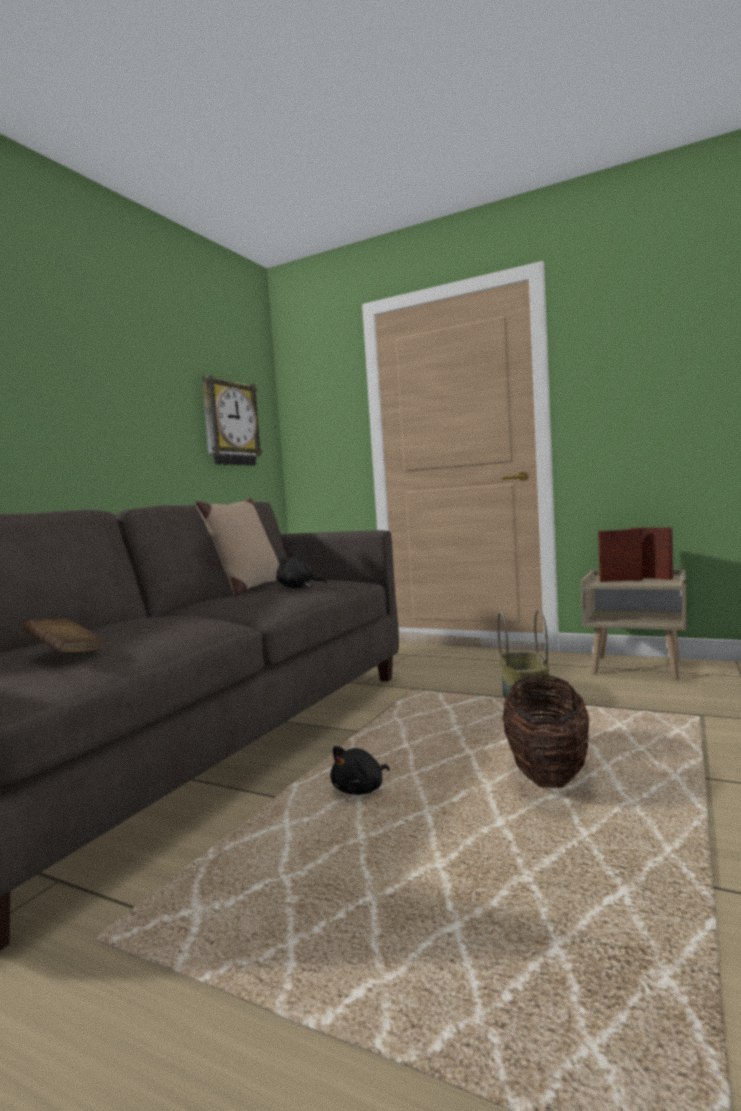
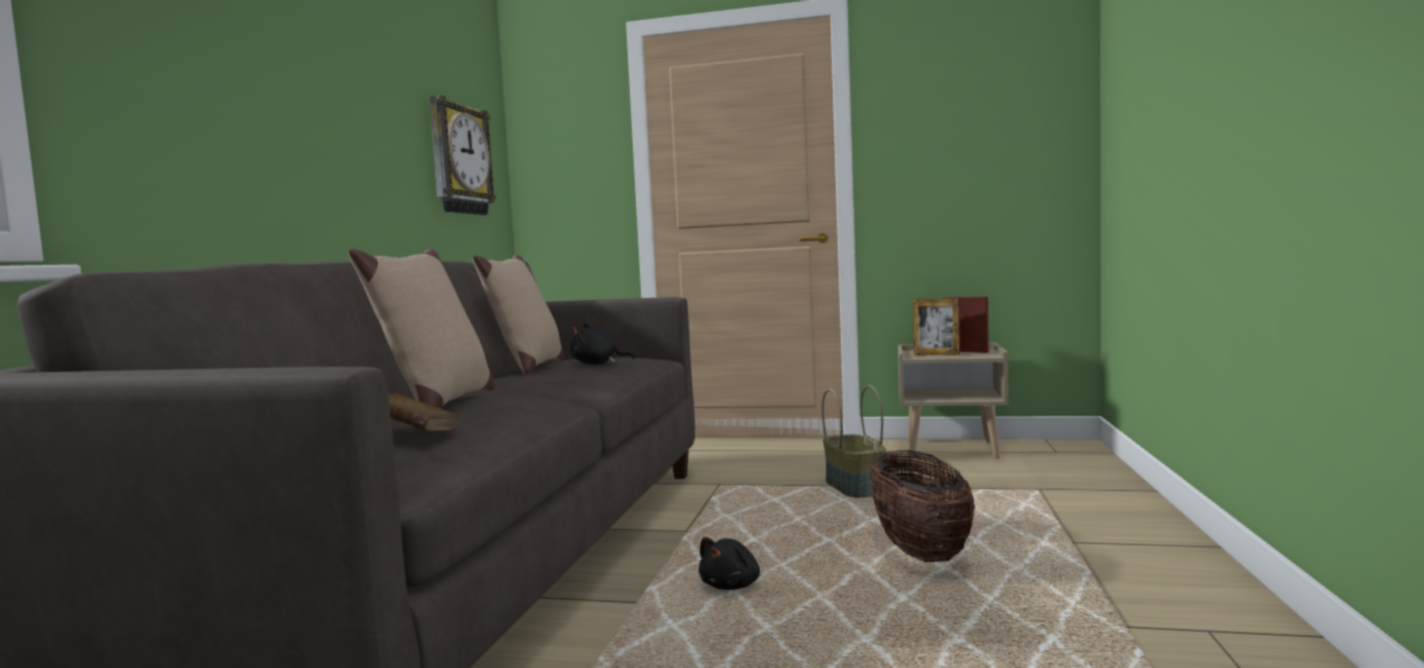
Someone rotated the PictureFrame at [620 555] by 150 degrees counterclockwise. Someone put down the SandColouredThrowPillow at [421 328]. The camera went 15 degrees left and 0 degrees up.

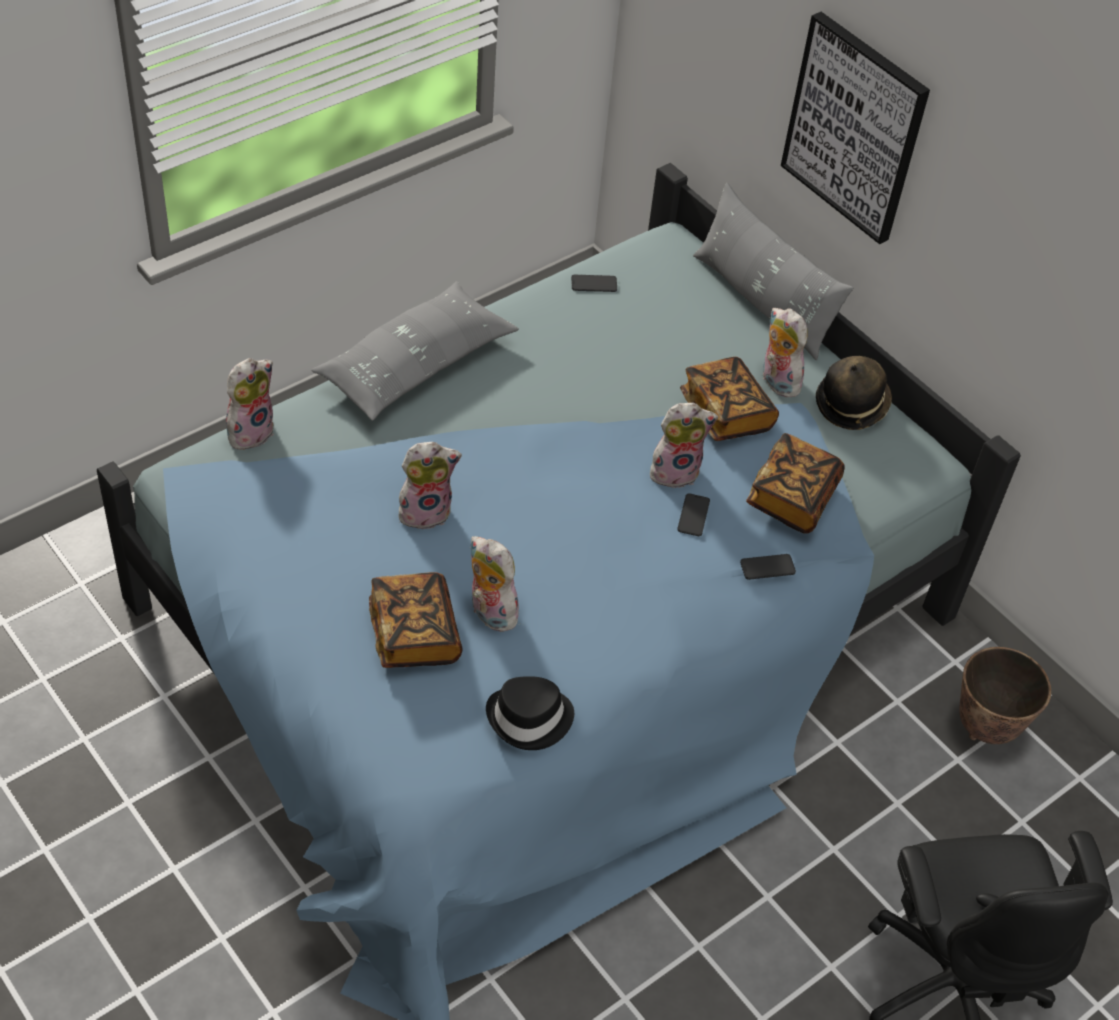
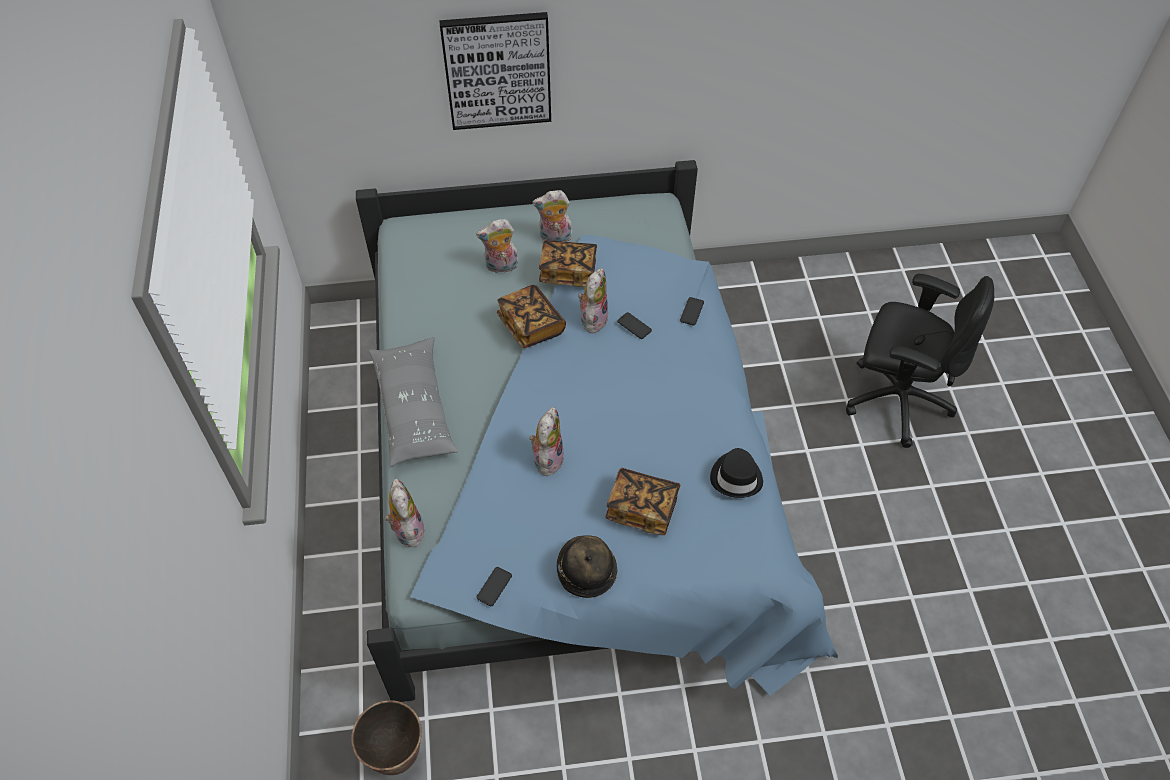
Someone carried the CuddlyToy from [494 584] to [497 246]. Someone carried the Handset from [594 283] to [494 586]. Someone took away the GreyishThrowPillow at [773 271]. Someone carried the BoundBook from [795 483] to [531 316]. Someone carried the ClothingHat from [854 393] to [587 566]. Someone carried the Planter from [1005 695] to [386 737]. The camera went 55 degrees left and 5 degrees up.

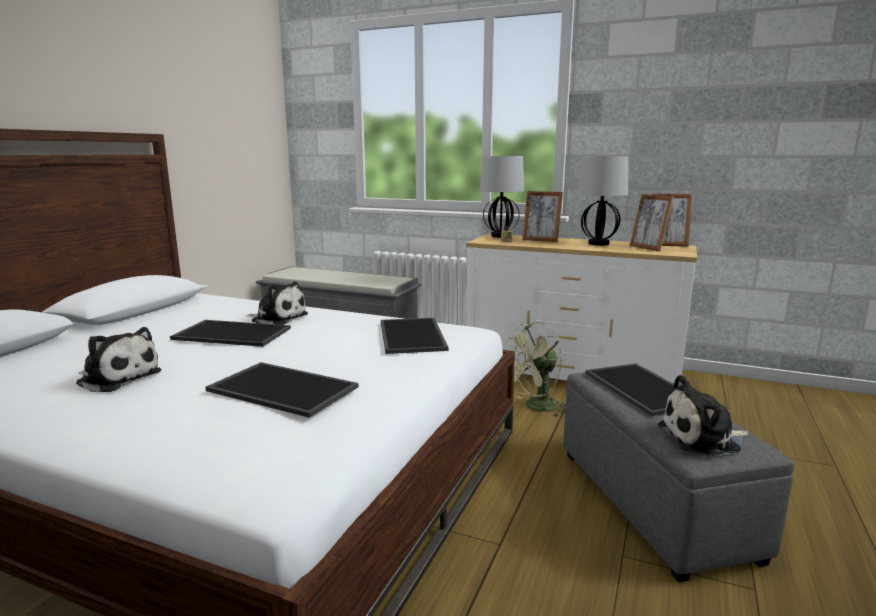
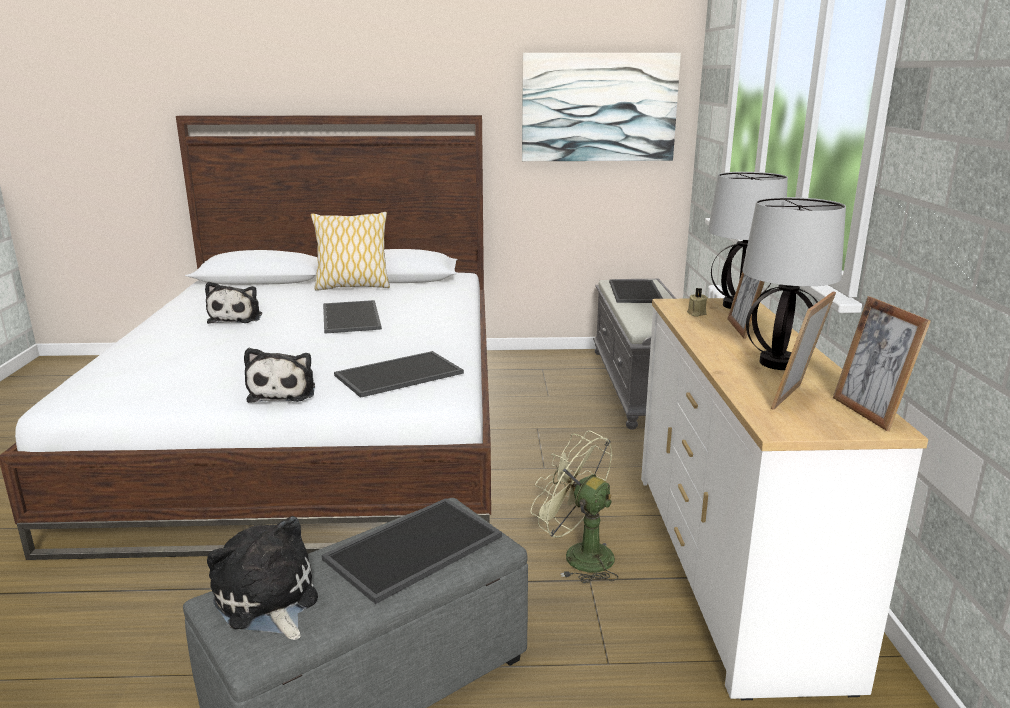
Someone carried the CarryingTray from [282 390] to [636 291]. Someone carried the CuddlyToy from [277 303] to [279 375]. Someone put down the ThrowPillow at [350 251]. Someone put up the WallArt at [601 107]. The camera went 65 degrees right and 5 degrees up.

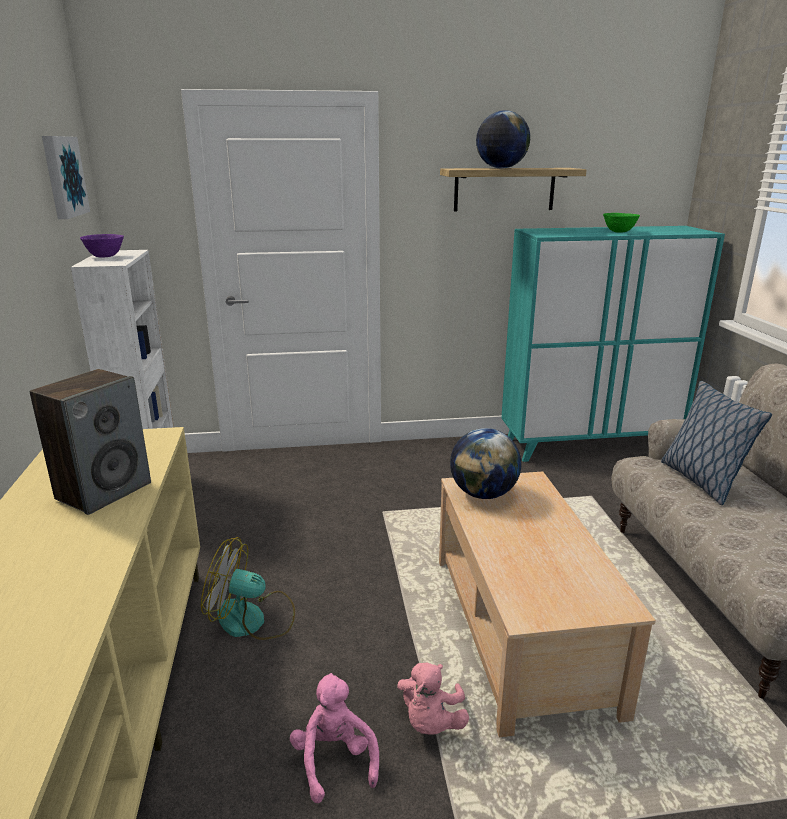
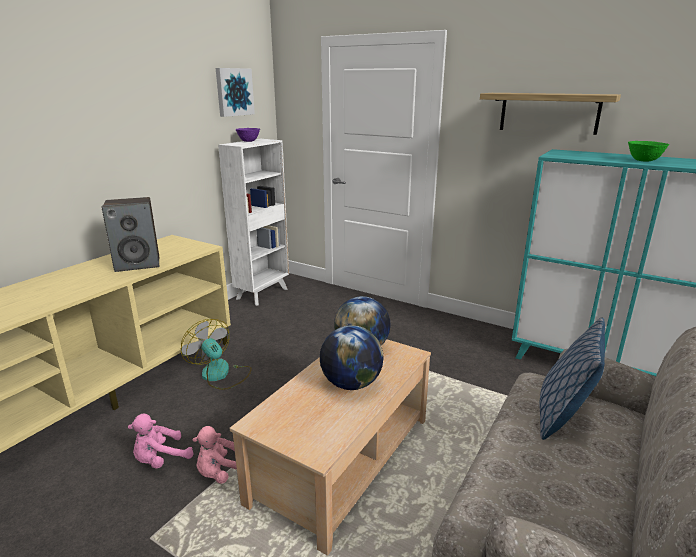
Someone rotated the PinkColouredCuddlyToy at [334 738] by 150 degrees counterclockwise. Someone carried the WorldGlobe from [503 139] to [352 357]. The camera went 40 degrees right and 0 degrees up.

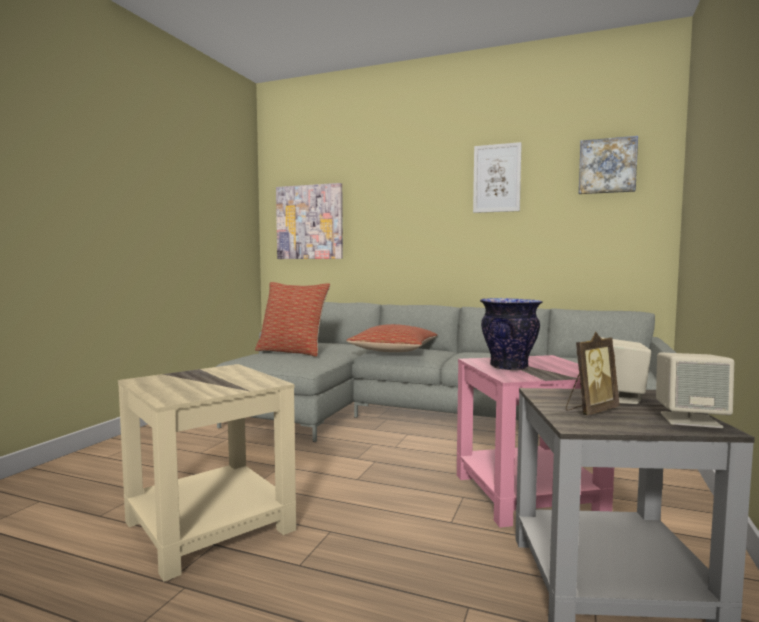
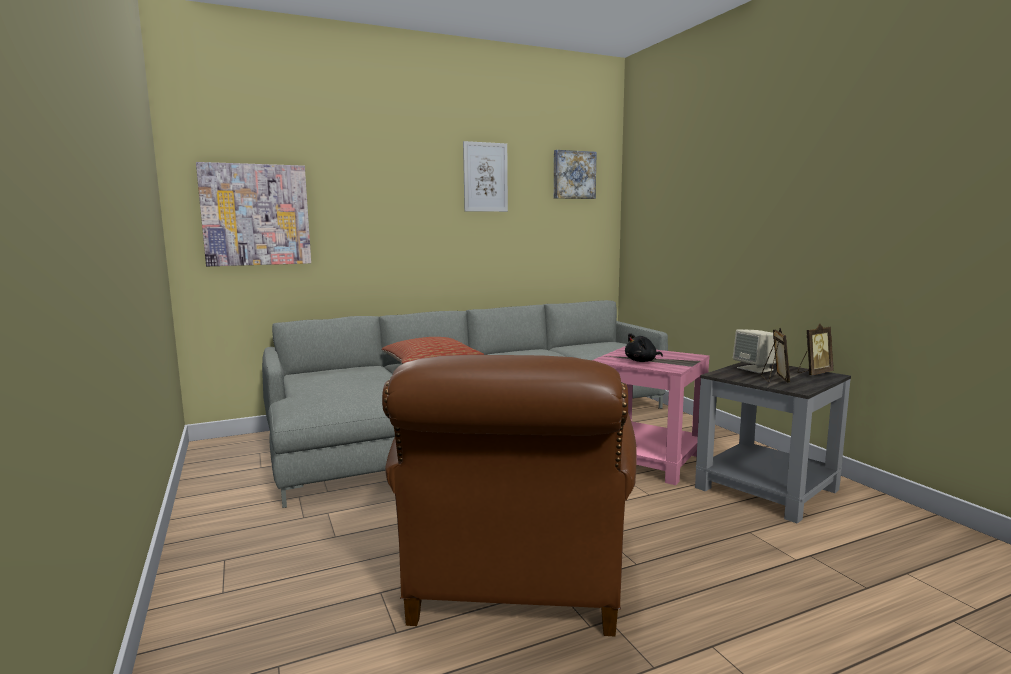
Someone swapped the SandColouredSideTable at [207 473] for the BrownEasyChair at [509 495]. Someone took away the ThrowPillow at [292 319]. Someone swapped the DecorativeVase at [511 334] for the BlackColouredCuddlyToy at [644 347]. Someone swapped the SandColouredLoudspeaker at [695 390] for the PictureFrame at [815 349]. The camera went 45 degrees left and 5 degrees up.

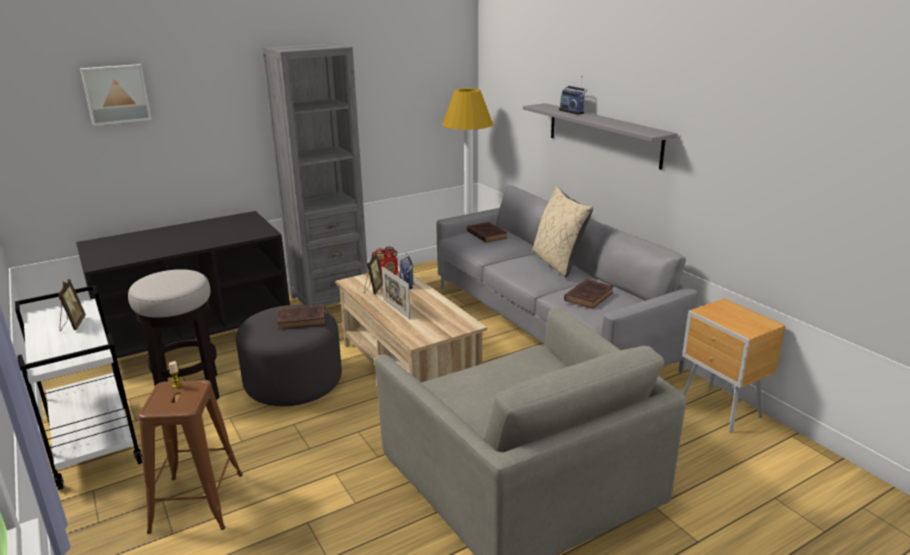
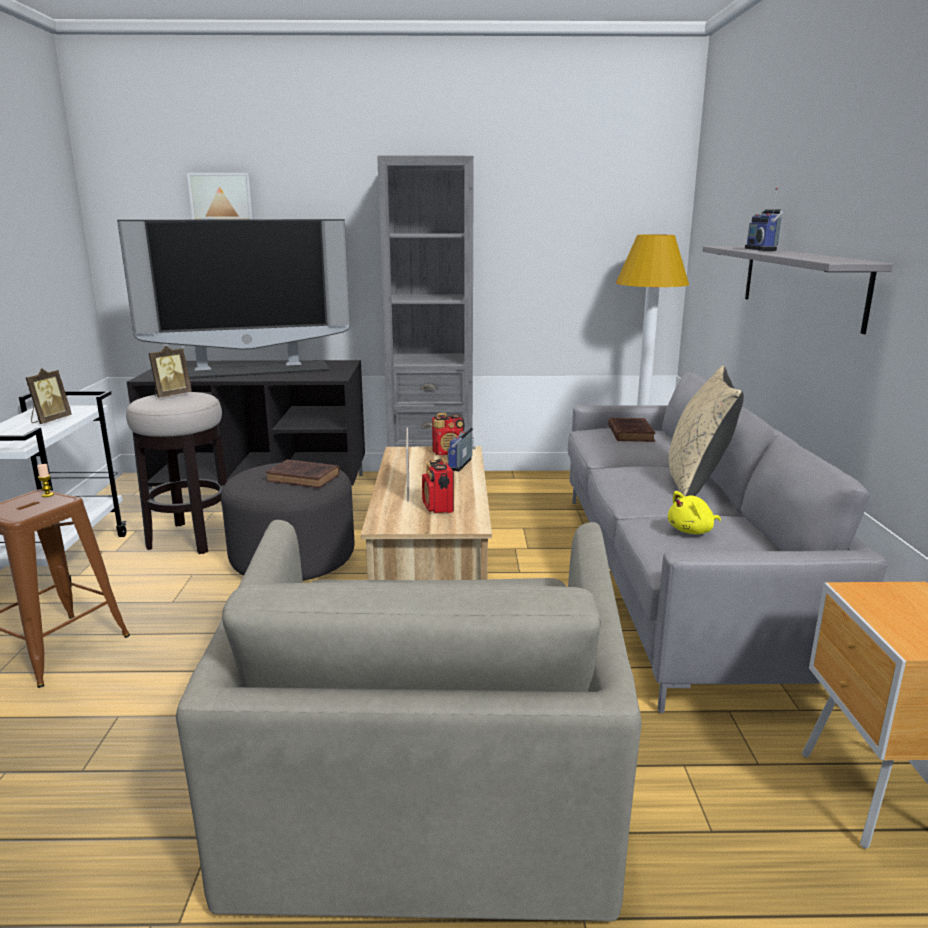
Someone carried the PictureFrame from [373 274] to [170 372]. Someone swapped the BrownBoundBook at [589 294] for the YellowCuddlyToy at [694 512]. Someone put down the TvSet at [233 299]. Someone put down the RadioSet at [438 485]. The camera went 30 degrees right and 5 degrees down.

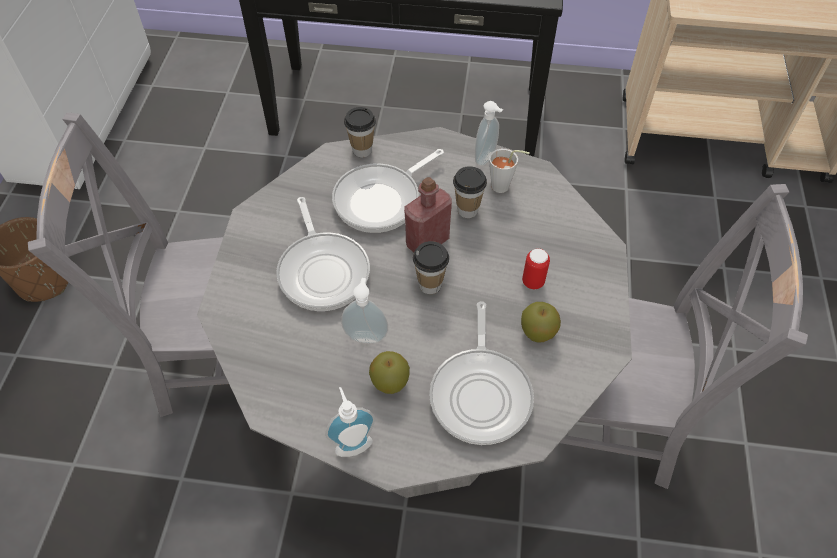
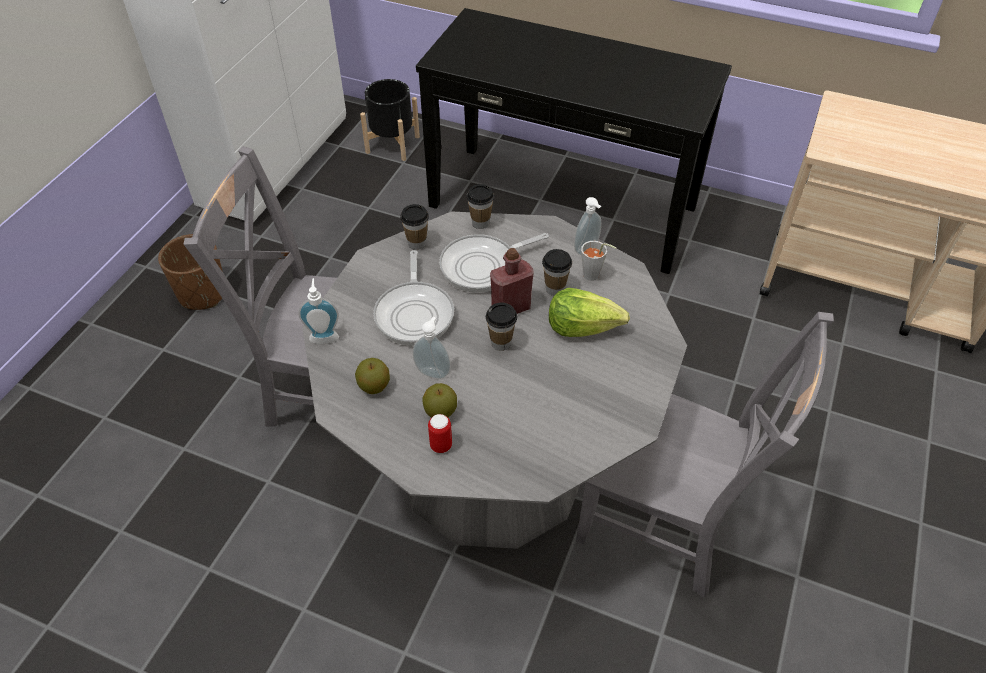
Someone carried the LiquidSoapBottle from [350 422] to [318 311]. Someone took away the FryingPan at [481 373]. Someone carried the WholeApple from [541 322] to [372 376]. Someone carried the Can from [536 269] to [440 433]. Someone put down the BlackColouredPlanter at [390 120]. Someone put down the DrinkingCup at [414 227]. Someone put down the HeadOfLettuce at [589 312]. The camera went 15 degrees right and 5 degrees down.

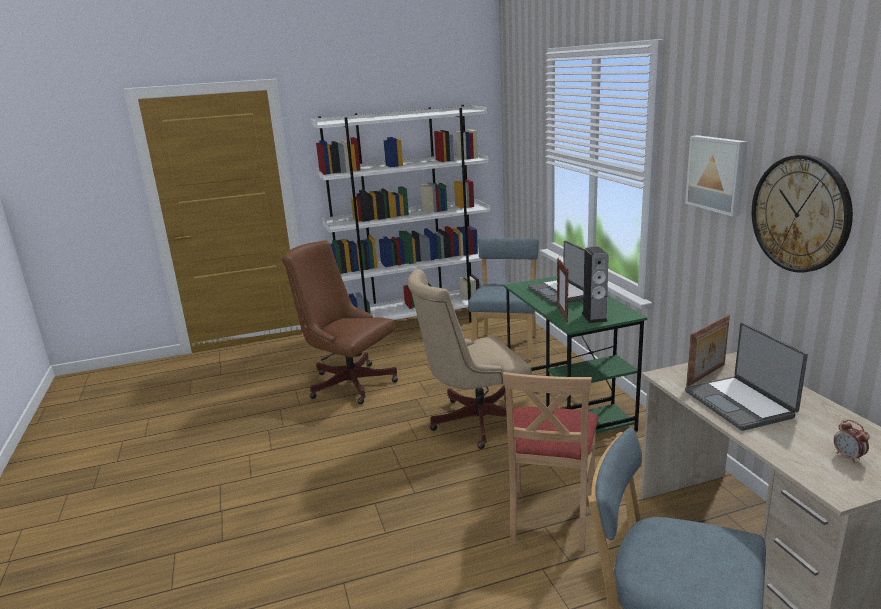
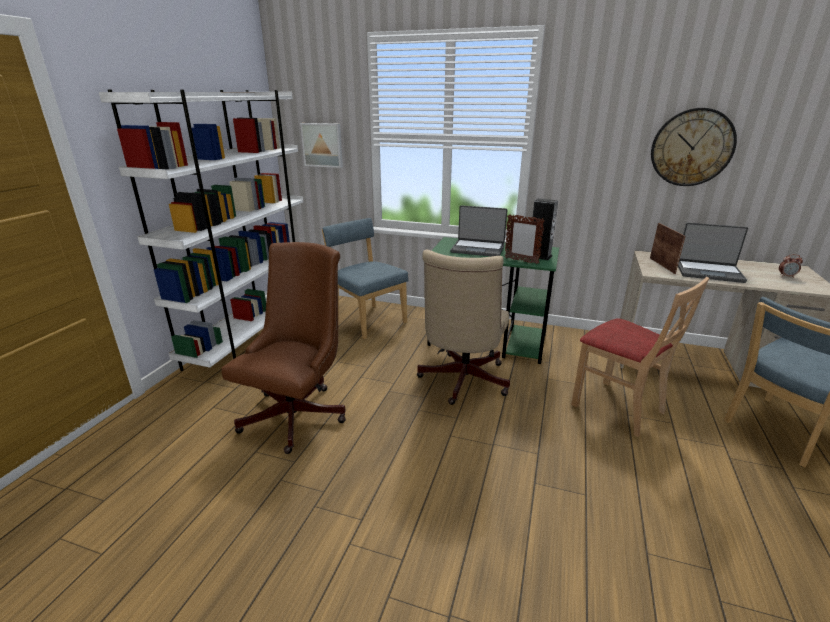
Someone rotated the BrownComputerChair at [340 322] by 135 degrees clockwise. Someone carried the WallArt from [716 175] to [321 145]. The camera went 55 degrees left and 5 degrees up.

